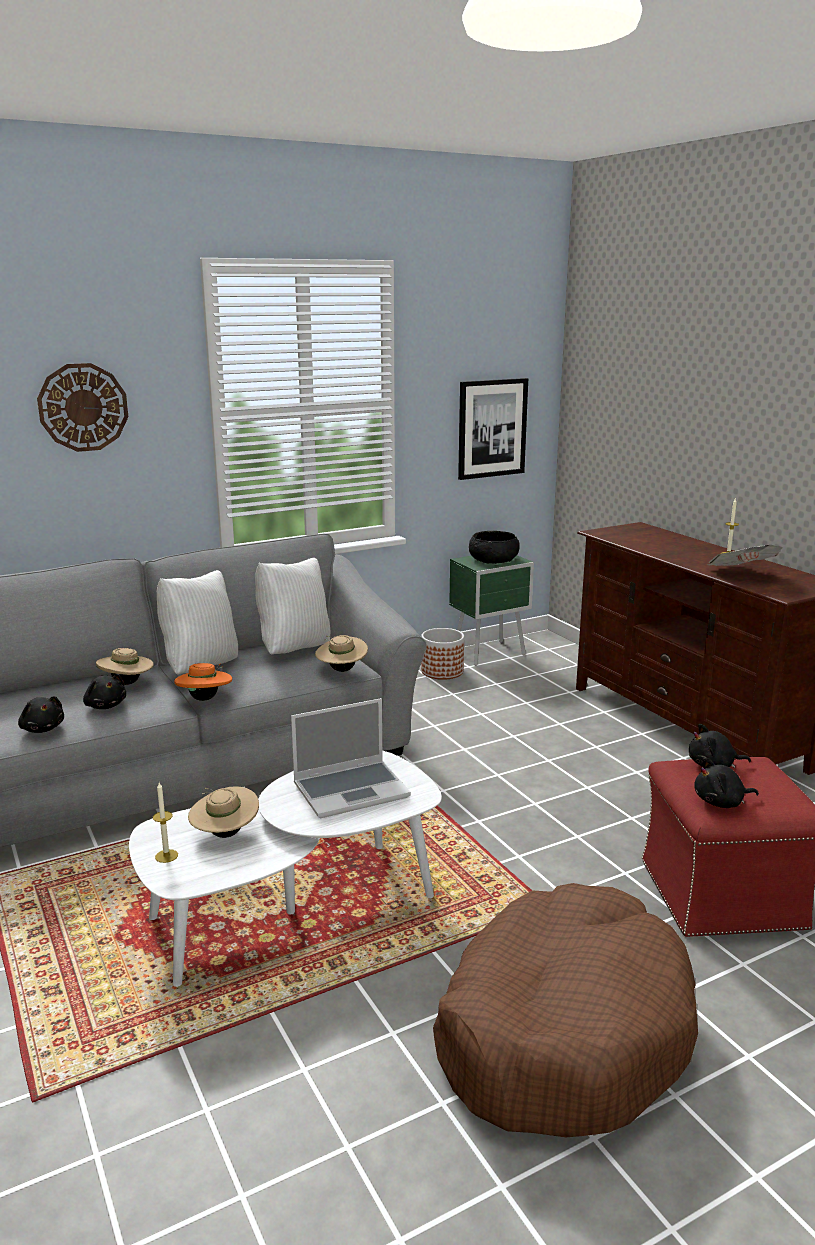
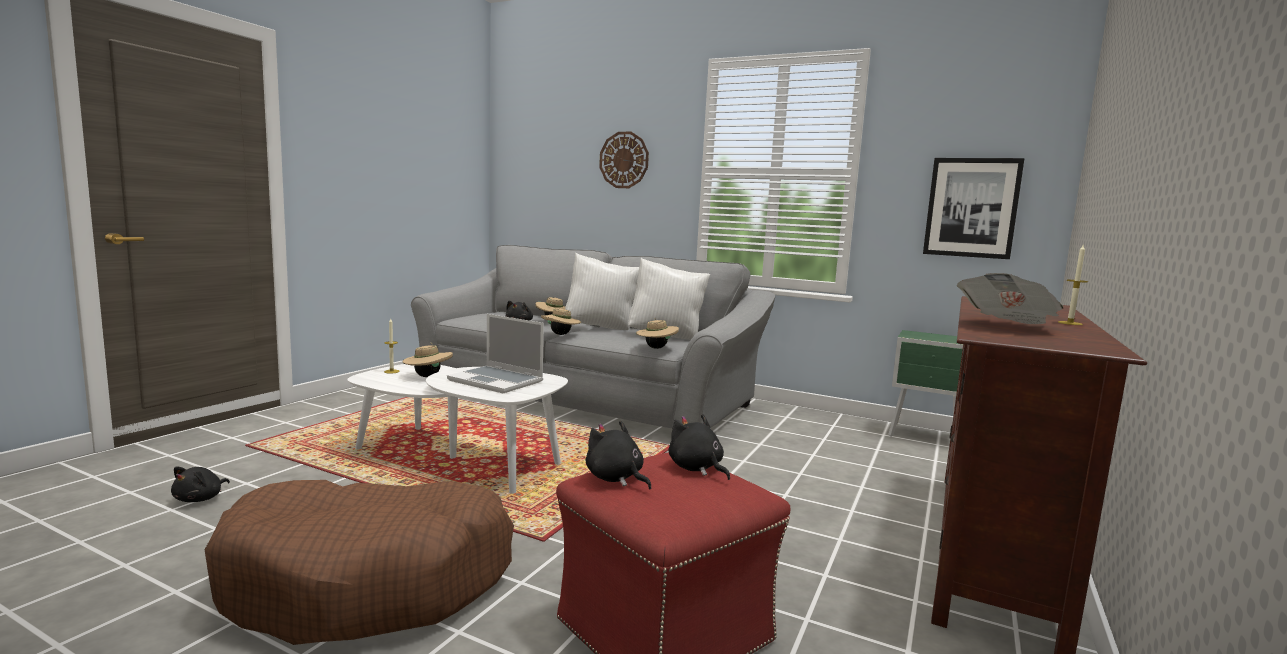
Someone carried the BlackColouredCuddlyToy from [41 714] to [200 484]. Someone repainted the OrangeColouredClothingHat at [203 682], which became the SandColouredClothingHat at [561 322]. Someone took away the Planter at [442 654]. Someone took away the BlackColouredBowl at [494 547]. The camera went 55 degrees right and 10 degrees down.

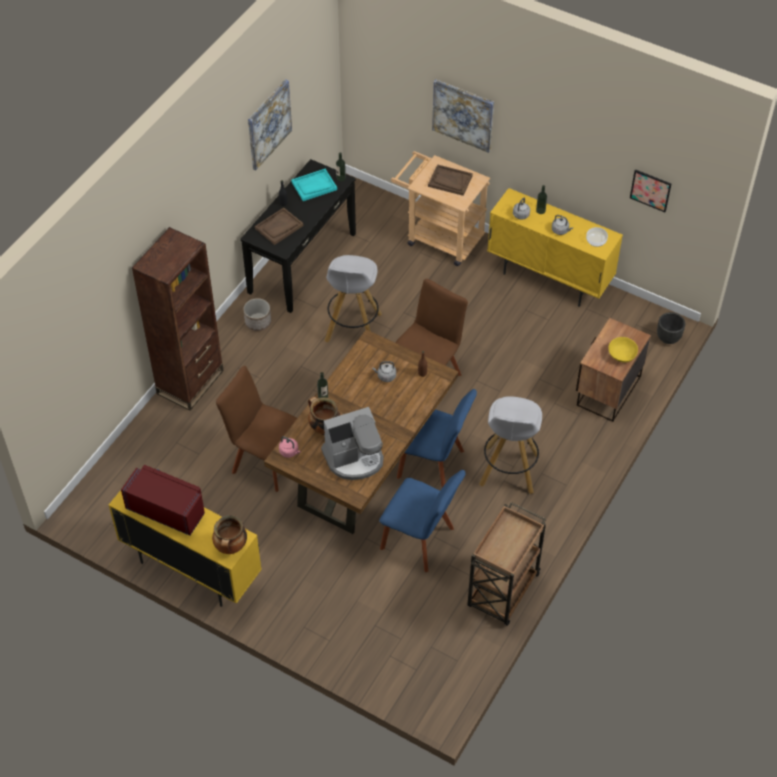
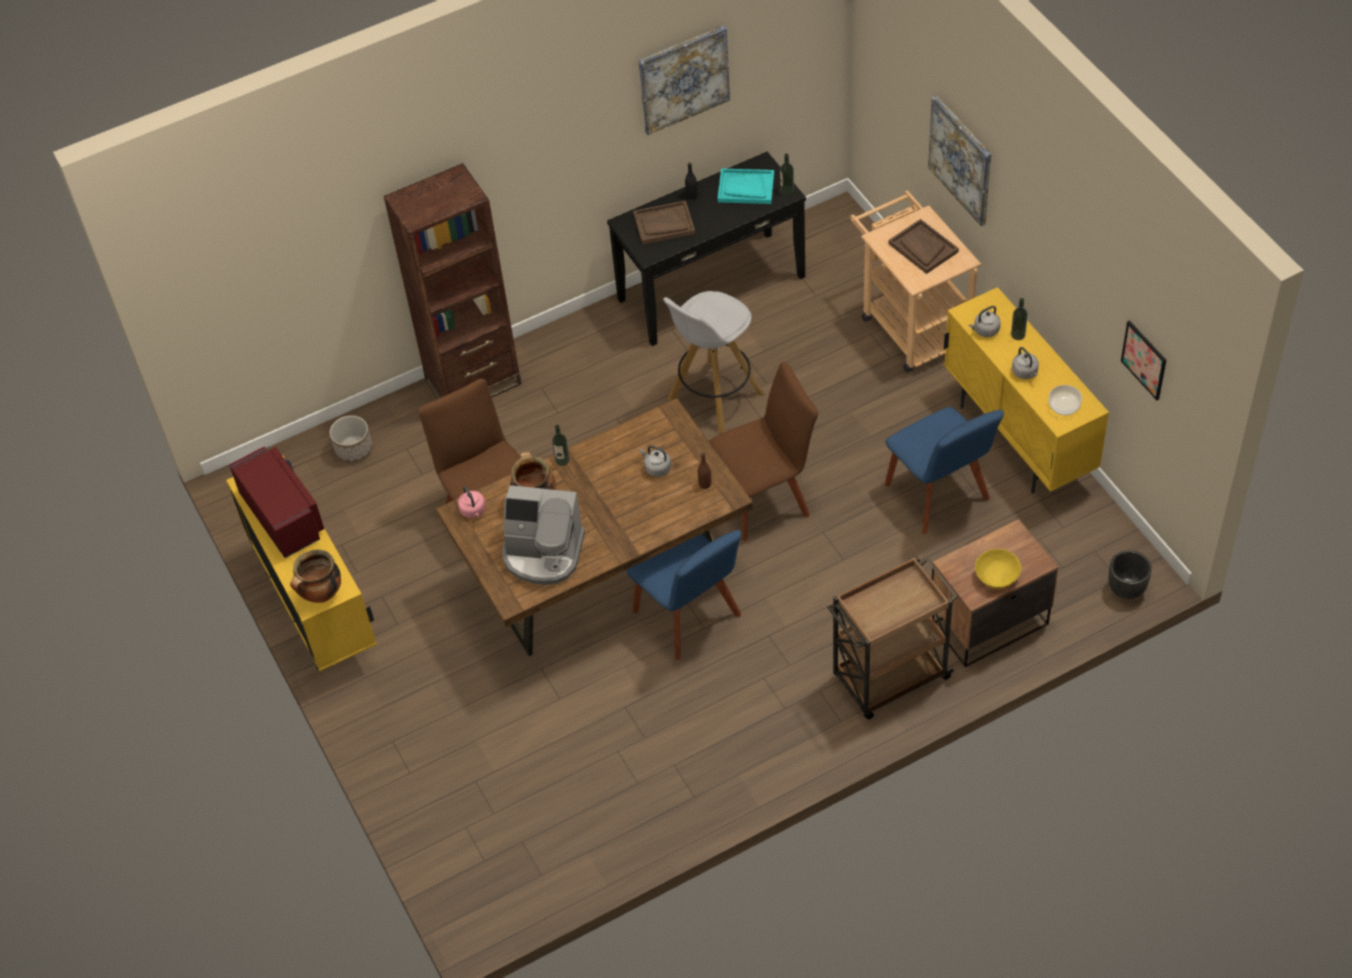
Someone carried the Planter from [257 314] to [351 439]. Someone carried the BlueChair from [422 521] to [944 470]. Someone carried the BrownWheeledCart from [507 564] to [892 637]. Someone took away the WhiteStoolSeat at [510 445]. The camera went 35 degrees right and 0 degrees up.

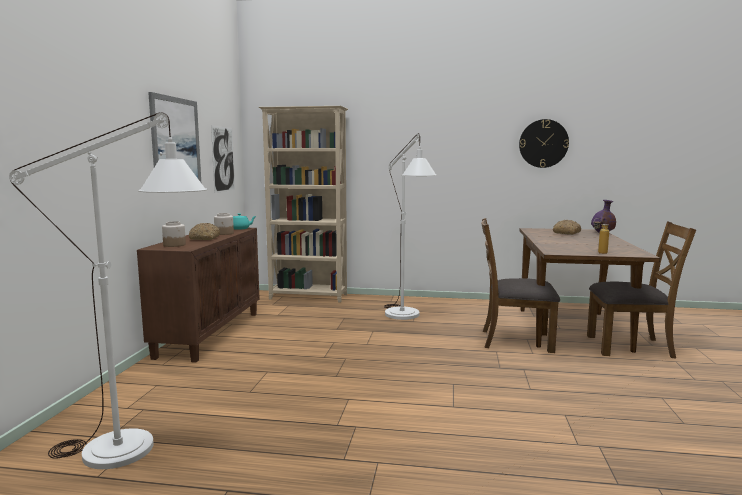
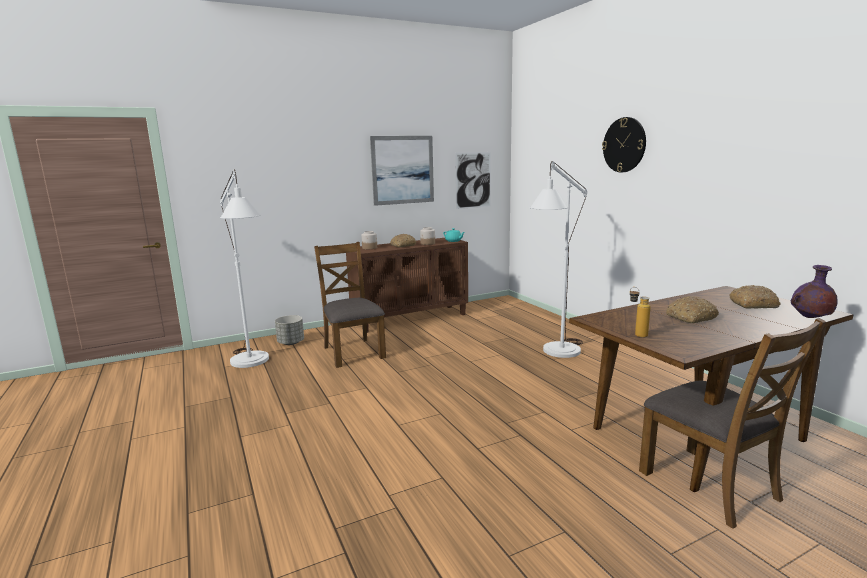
Someone took away the SandColouredBookcase at [303 204]. Someone carried the BrownChair from [520 285] to [350 305]. Someone carried the ClockOnTheWall from [544 143] to [624 144]. Someone put down the GreyishPlanter at [289 330]. Someone put down the BakedBread at [692 309]. The camera went 55 degrees right and 5 degrees up.

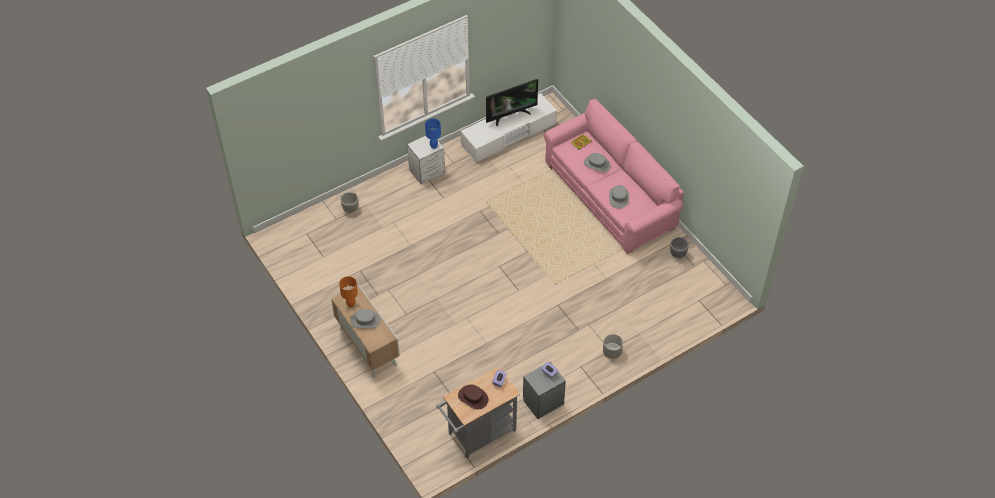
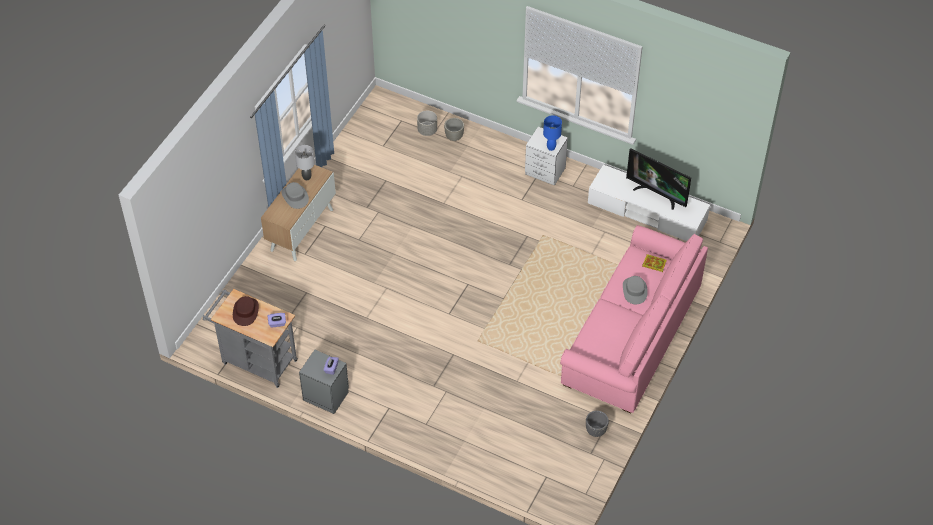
Someone repainted the OrangeColouredTabletopLamp at [348 291], which became the GreyishTabletopLamp at [305 162]. Someone carried the GreyishPlanter from [613 346] to [427 123]. Someone took away the GreyishClothingHat at [619 197]. The camera went 60 degrees right and 0 degrees up.

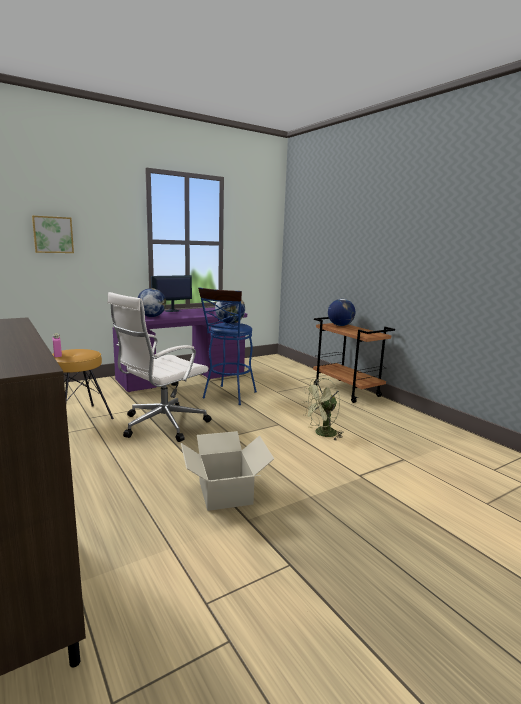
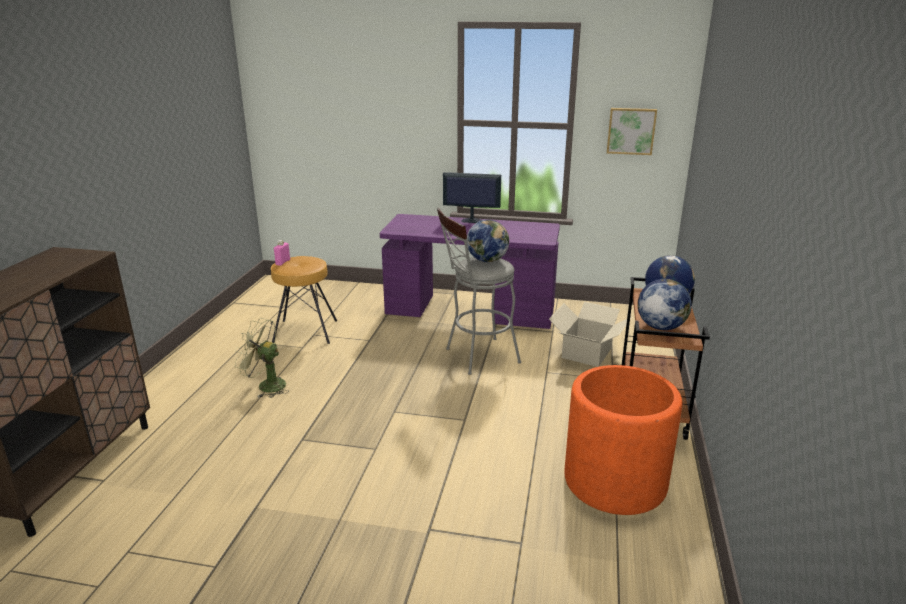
Someone carried the WallArt from [53 234] to [632 131]. Someone took away the WhiteComputerChair at [160 367]. Someone carried the WorldGlobe from [151 302] to [664 304]. Someone carried the PackingBox from [227 471] to [590 334]. Someone repainted the BlueStoolSeat at [227 346], which became the GreyishStoolSeat at [479 291]. Someone carried the GreenColouredFan from [322 409] to [262 358]. Someone put down the OrangeColouredPlanter at [623 440]. The camera went 45 degrees right and 10 degrees up.

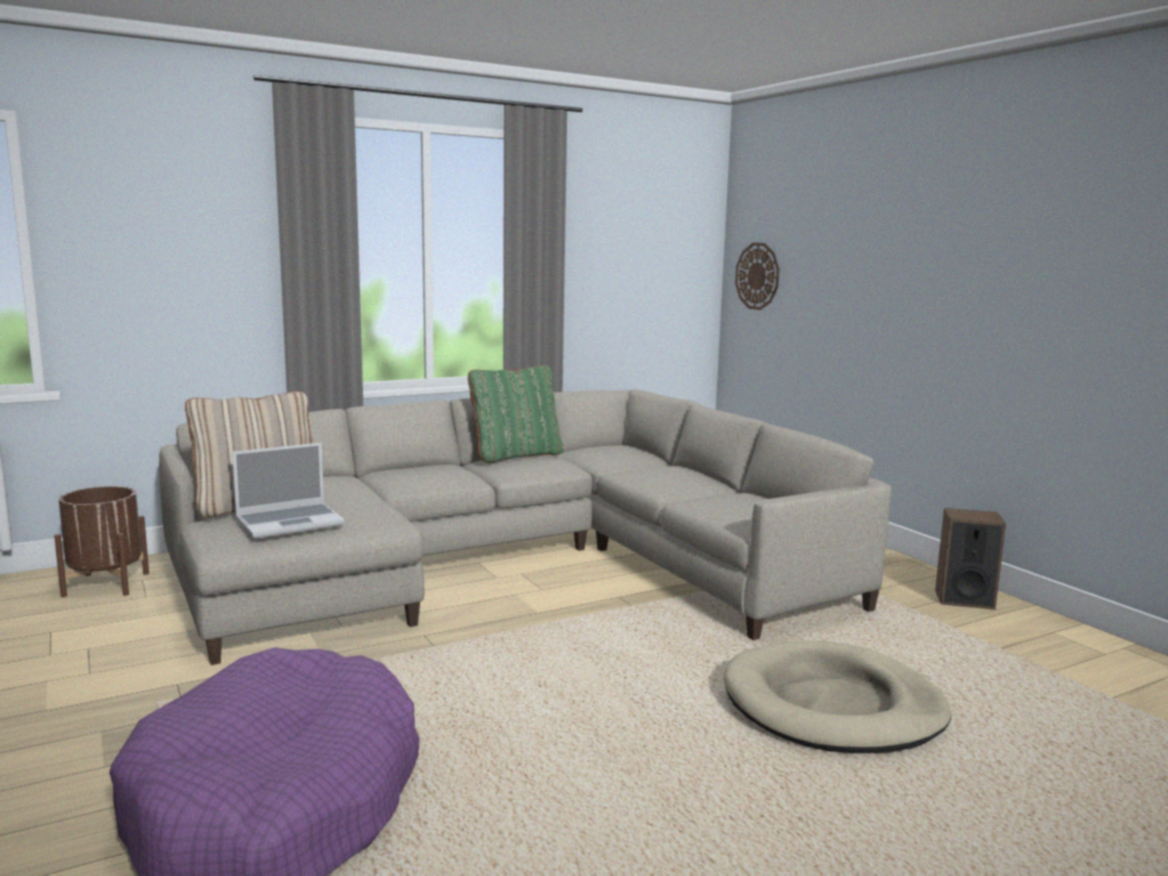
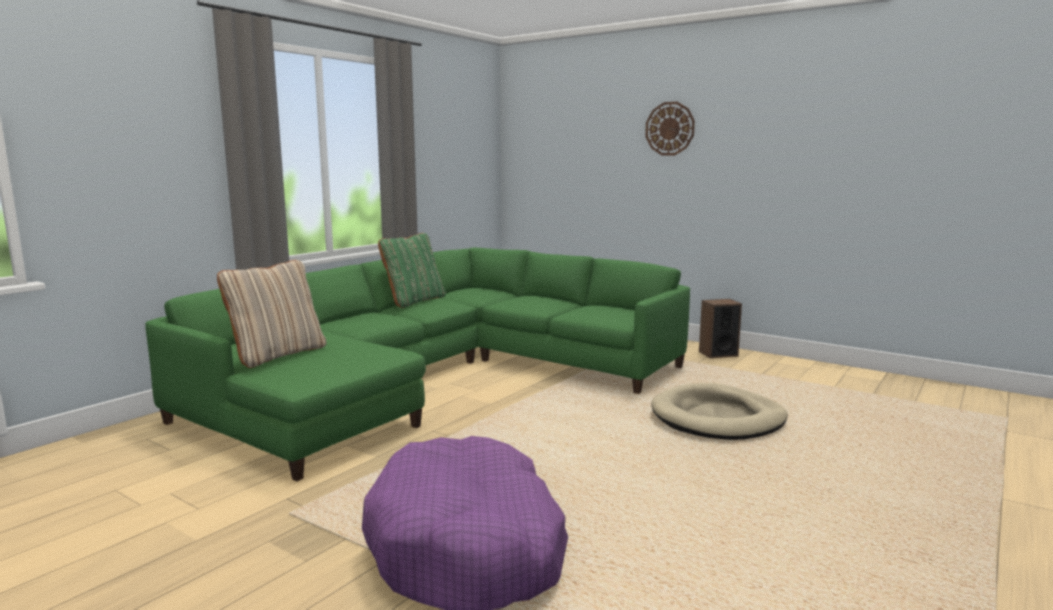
Someone took away the BrownPlanter at [101 541]. Someone repainted the SandColouredSofa at [525 527], which became the GreenColouredSofa at [417 364]. Someone took away the PortableComputer at [288 491]. Someone carried the ClockOnTheWall from [757 276] to [670 128]. The camera went 25 degrees left and 0 degrees up.

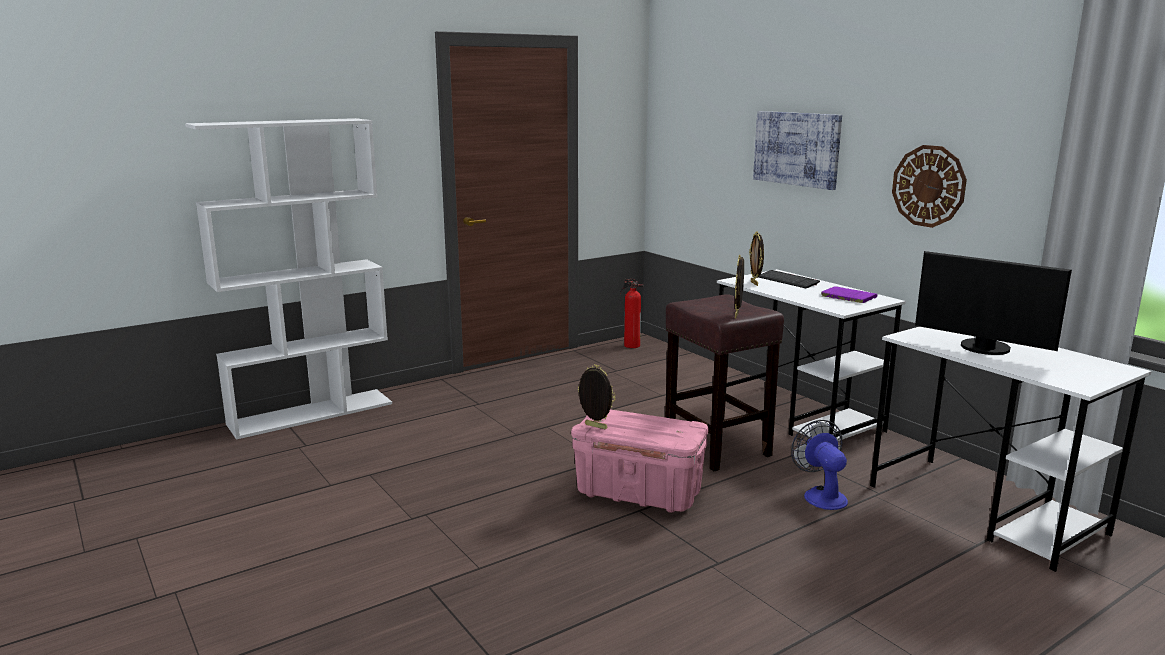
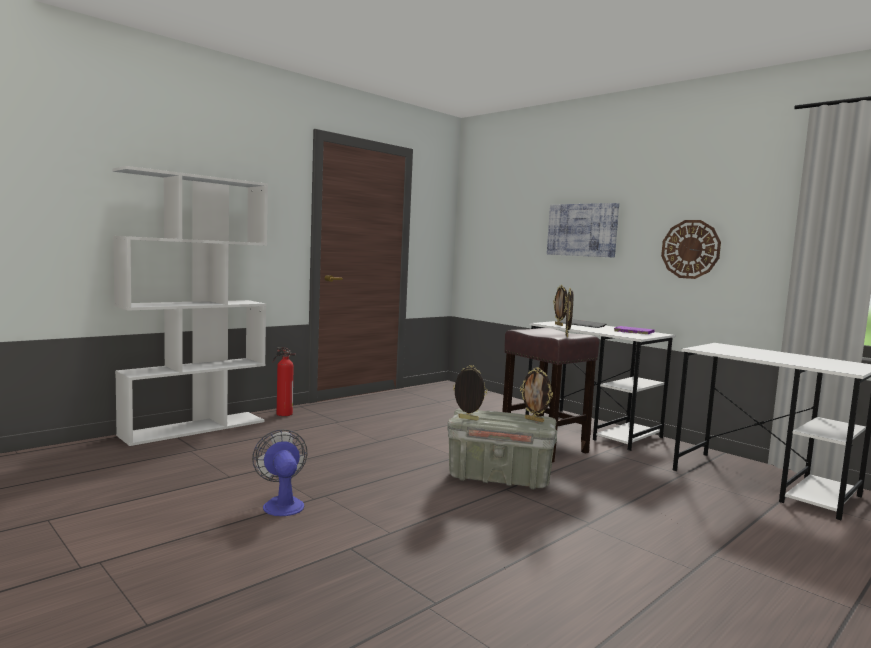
Someone repainted the PinkColouredStorageBin at [640 461], which became the GreyishStorageBin at [502 448]. Someone carried the FireExtinguisher from [632 313] to [284 382]. Someone carried the Fan from [819 465] to [280 472]. Someone took away the Monitor at [993 303]. Someone put down the PictureFrame at [536 394]. The camera went 10 degrees left and 10 degrees down.

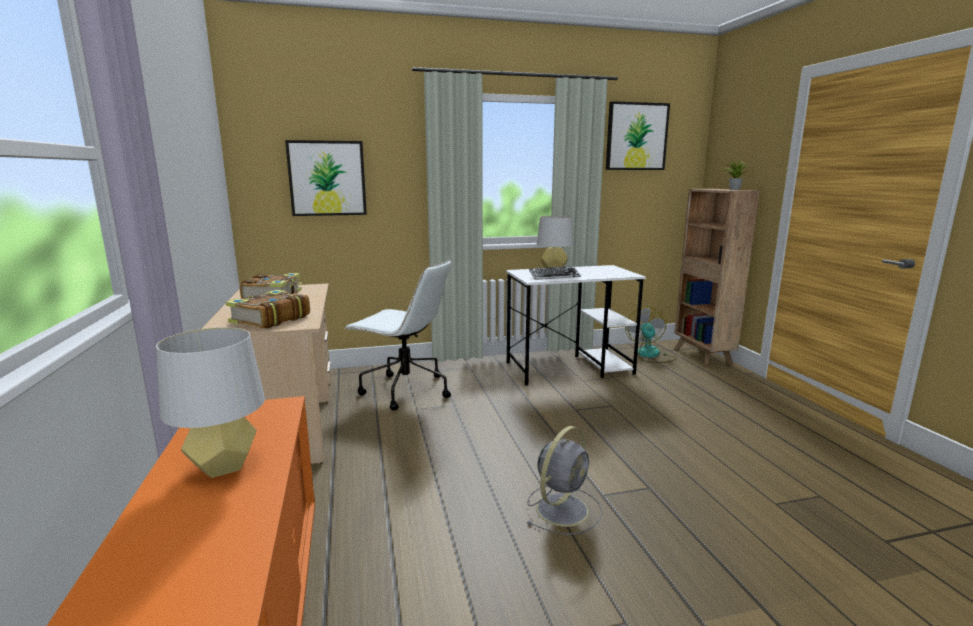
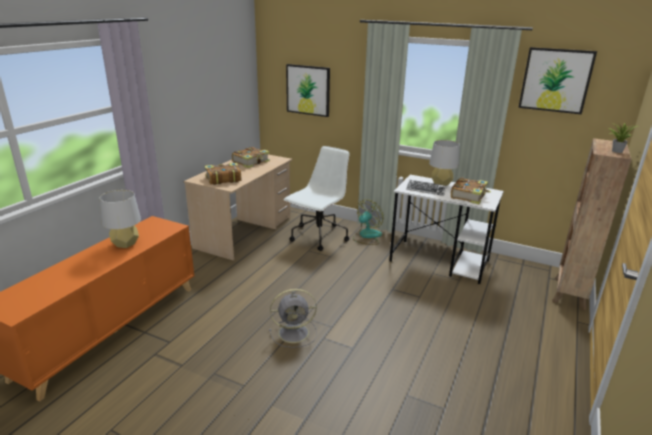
Someone rotated the WhiteComputerChair at [397 335] by 120 degrees counterclockwise. Someone carried the Fan from [651 335] to [368 222]. Someone put down the BoundBook at [471 190]. The camera went 40 degrees right and 10 degrees up.

